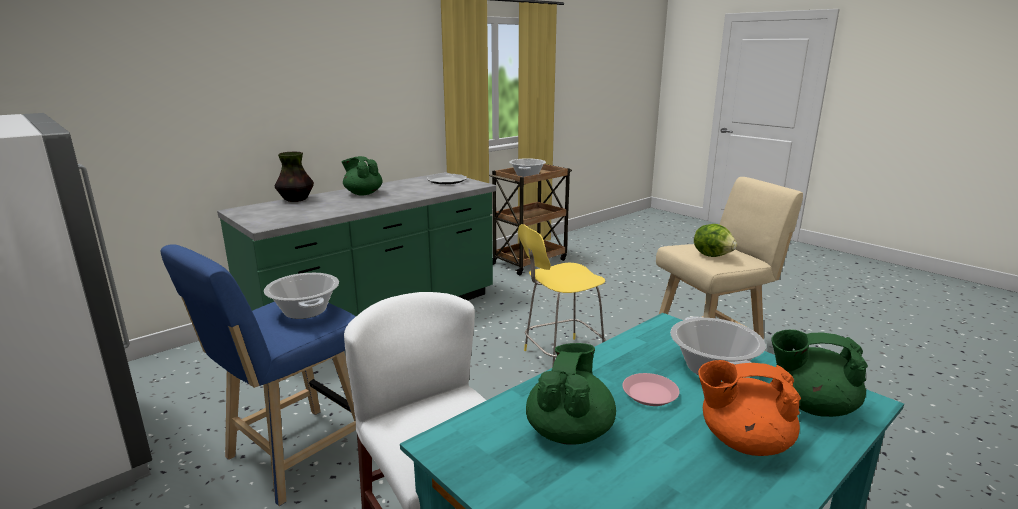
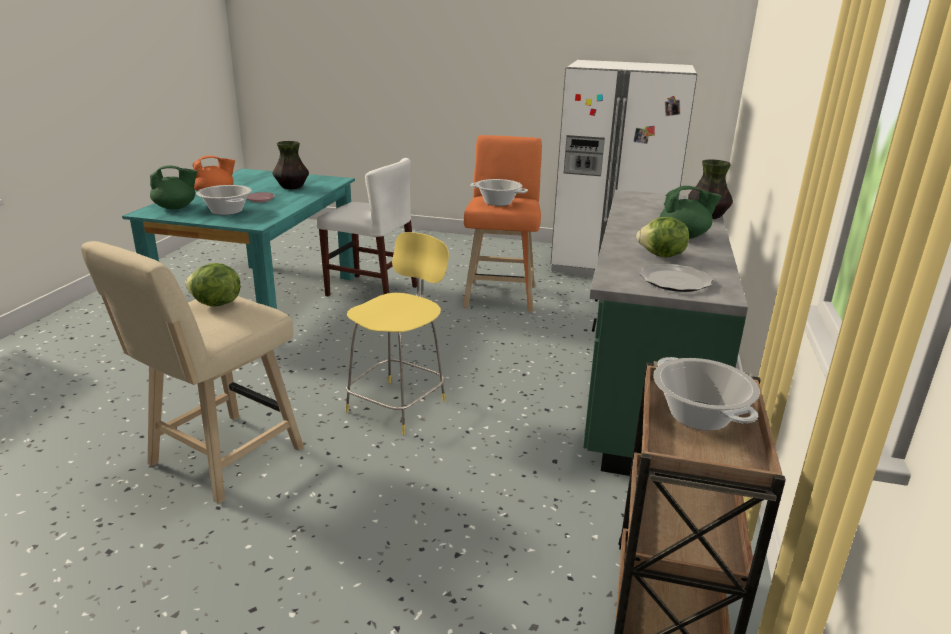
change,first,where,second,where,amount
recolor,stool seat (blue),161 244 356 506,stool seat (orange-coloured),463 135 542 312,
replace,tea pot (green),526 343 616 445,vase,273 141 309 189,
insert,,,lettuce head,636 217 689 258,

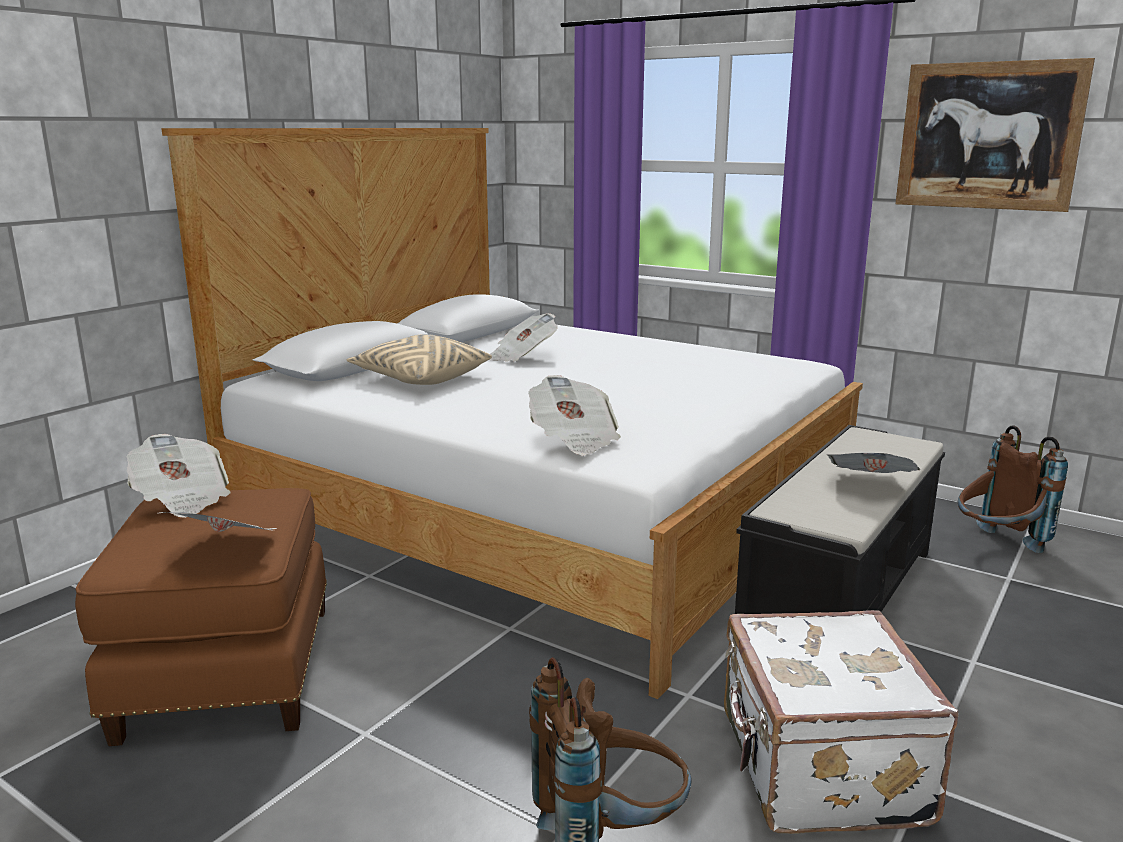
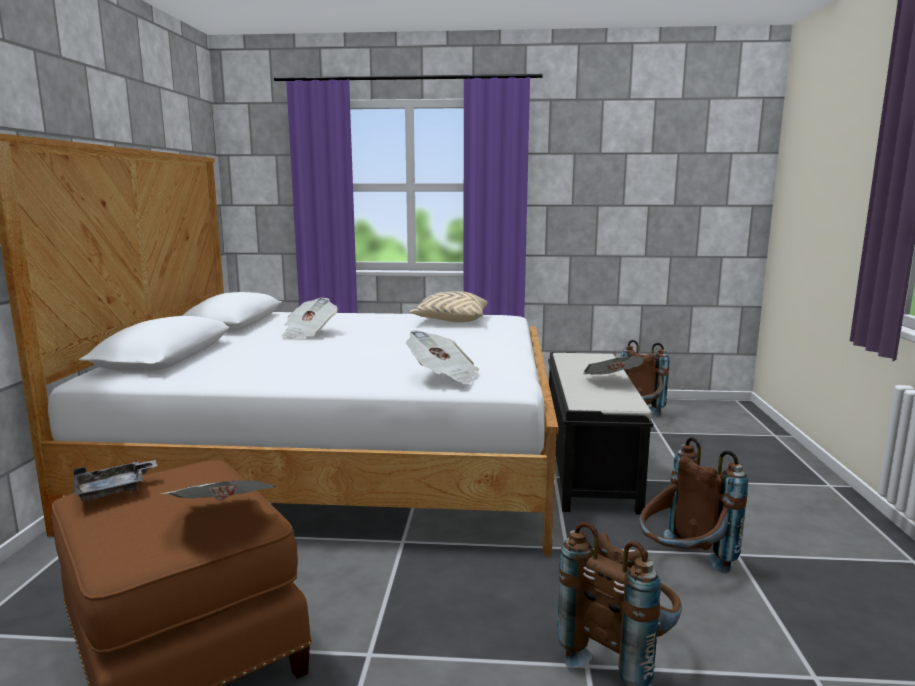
change,first,where,second,where,amount
delete,wall art,896 58 1095 212,,,
move,pillow (sand-coloured),346 334 492 385,,409 291 488 322,
replace,newspaper,127 434 230 518,carrying tray (grey),74 460 157 501,
replace,travel case (whitish),724 610 958 834,knapsack (brown),639 437 748 573,

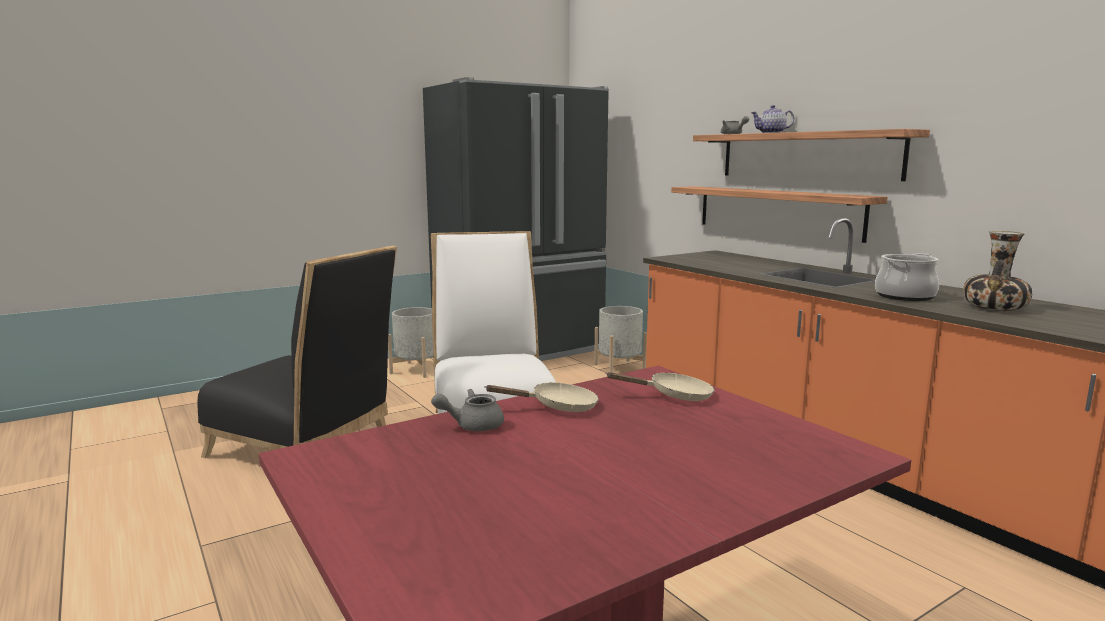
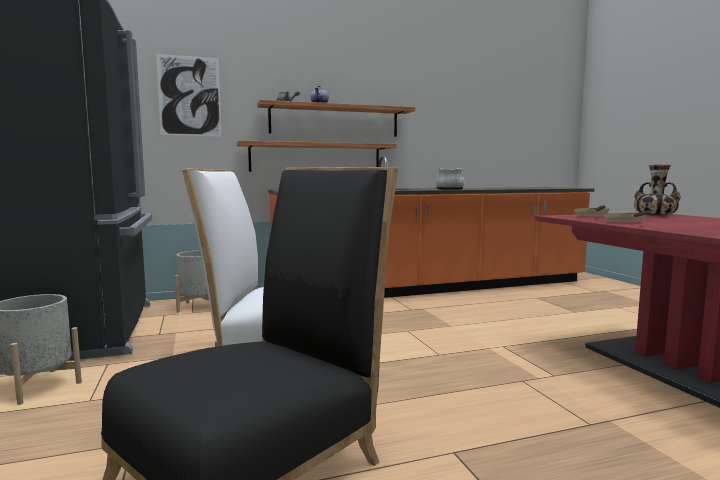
change,first,where,second,where,amount
move,vase,963 231 1032 311,,634 165 681 216,
delete,tea pot (grey),431 389 504 431,,,
insert,,,wall art,156 54 222 137,

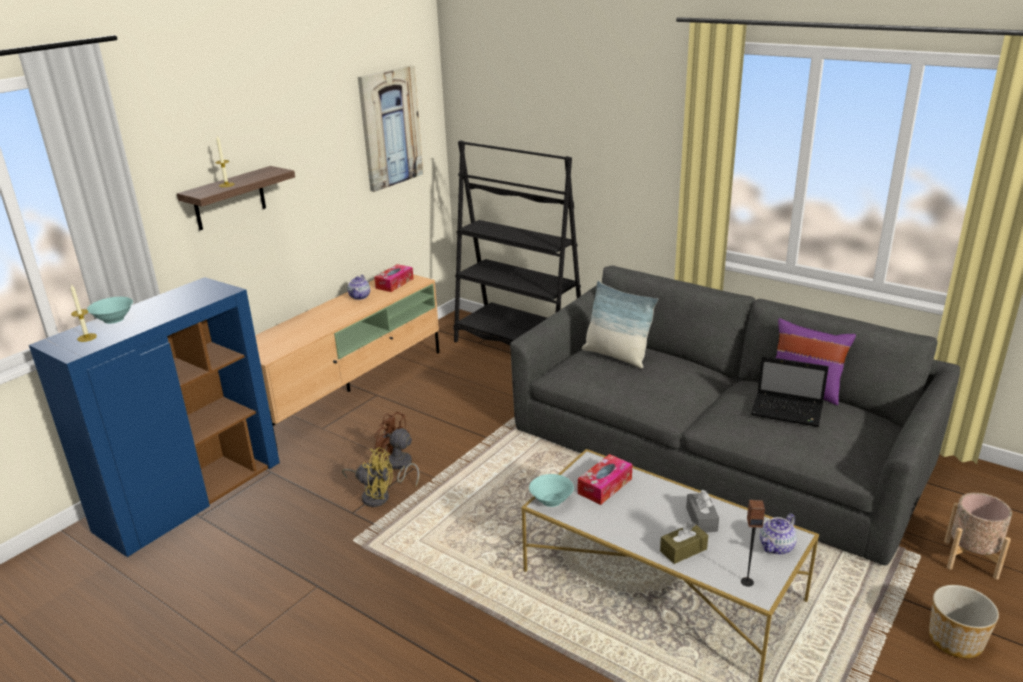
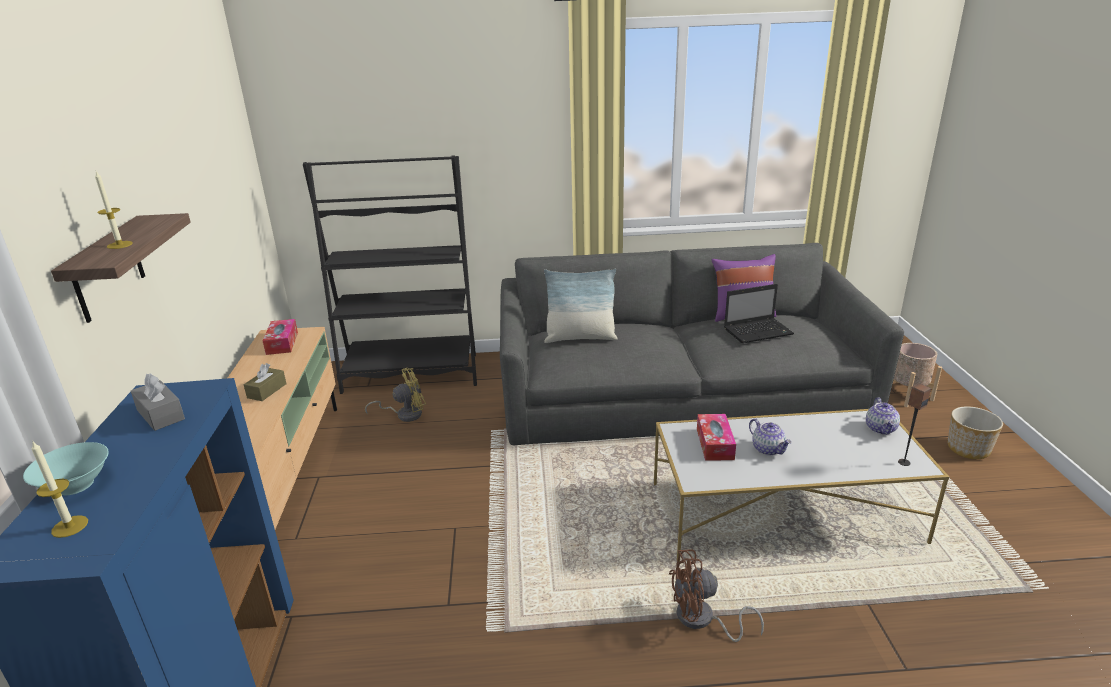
change,first,where,second,where,amount
delete,wall art,358 65 423 192,,,
move,tea pot,348 275 370 300,,749 418 792 455,
move,cooling fan (brown),374 412 419 486,,669 550 764 642,
move,cooling fan (yellowish),342 447 393 507,,365 368 426 422,
delete,bowl (turquoise),529 474 574 507,,,
move,tissue box (grey),686 489 719 533,,131 373 185 431,
move,tissue box (brown),660 522 708 564,,244 363 287 401,

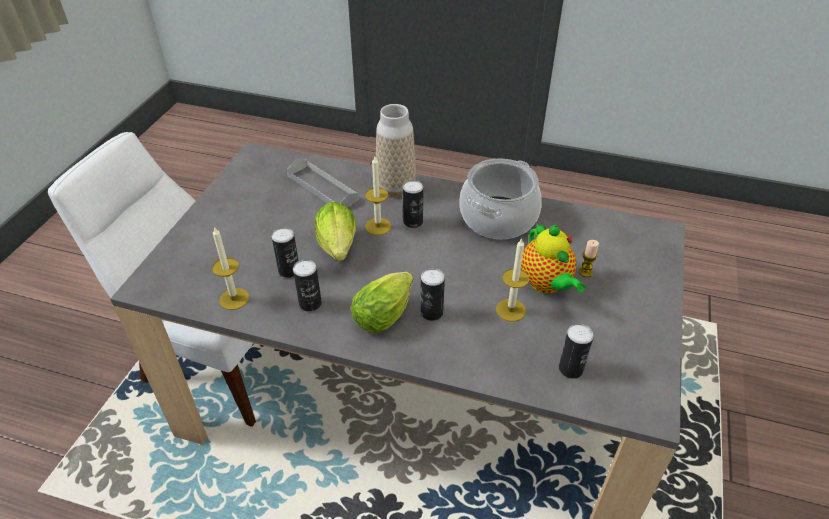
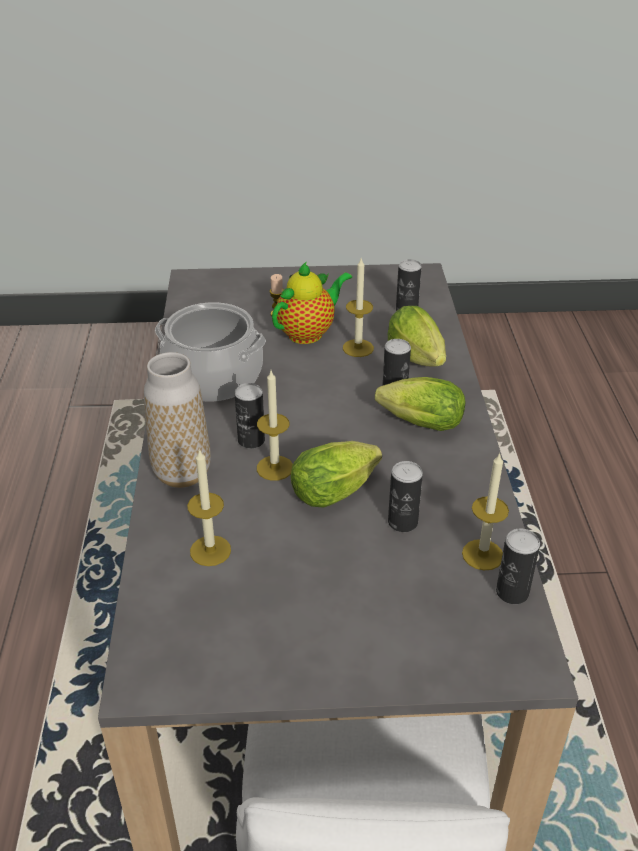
change,first,where,second,where,amount
replace,carrying tray (grey),287 159 359 207,wax candle,187 448 231 566,
move,can,293 259 322 312,,496 529 540 604,
insert,,,lettuce head,388 306 446 367,

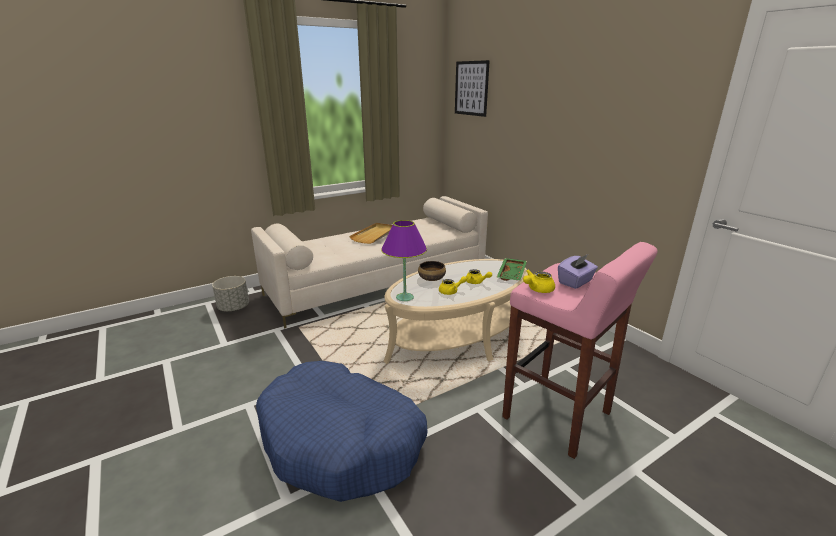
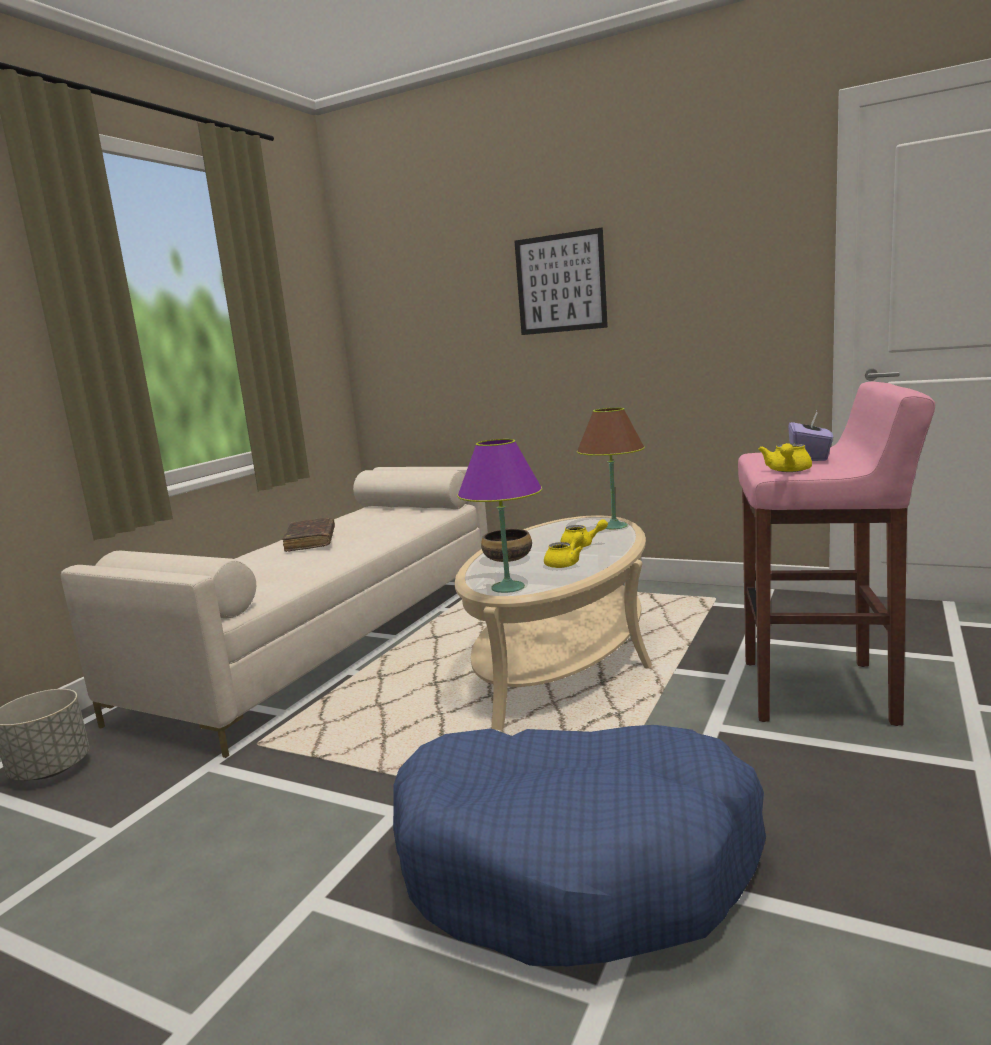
change,first,where,second,where,amount
move,wall art,455 60 490 117,,514 228 608 335,
replace,carrying tray (sand-coloured),349 223 392 244,bound book (brown),282 518 335 552,
replace,carrying tray (green),497 258 527 281,lamp for a table (brown),577 408 645 530,

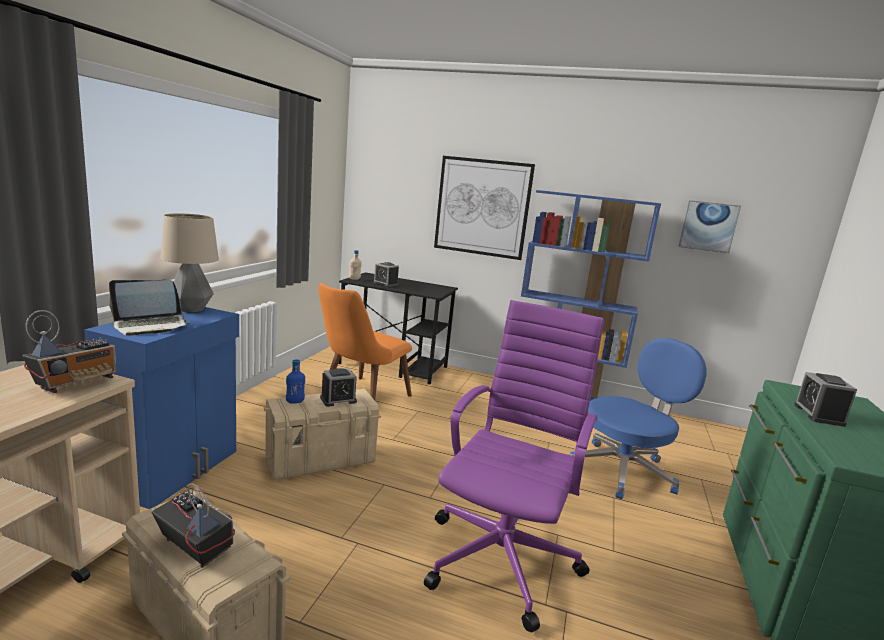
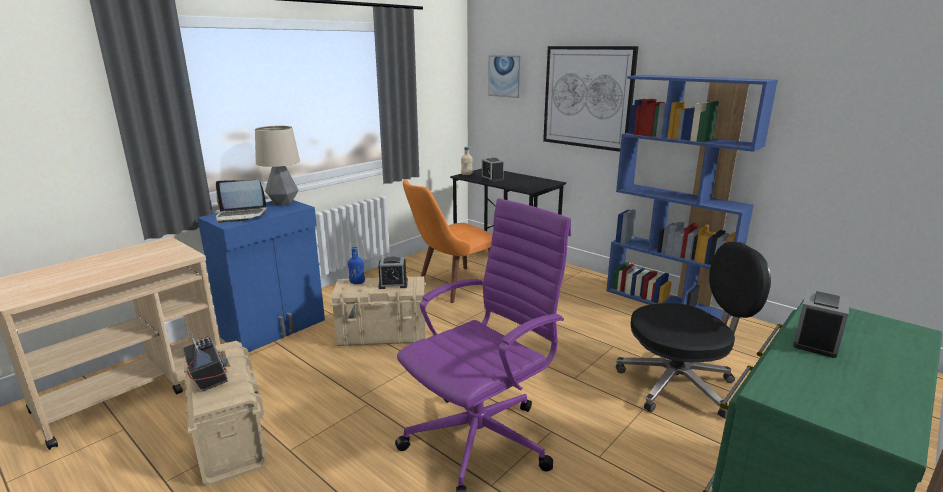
change,first,where,second,where,amount
move,wall art,678 200 741 253,,488 55 522 98,
delete,radio set,22 310 116 393,,,
recolor,desk chair (blue),570 338 707 499,desk chair (blackish),616 242 771 419,

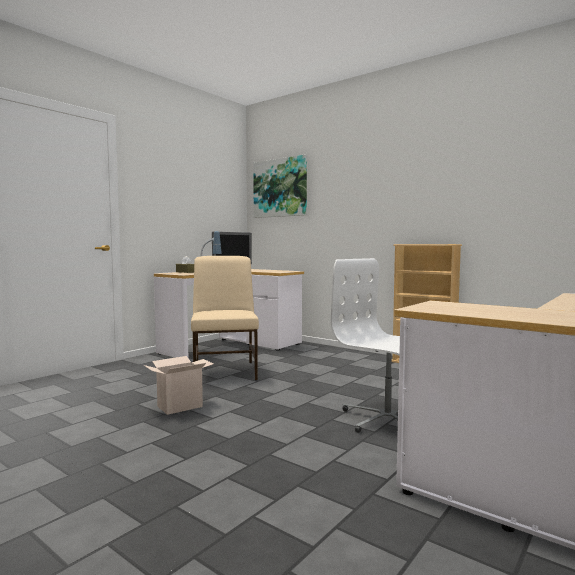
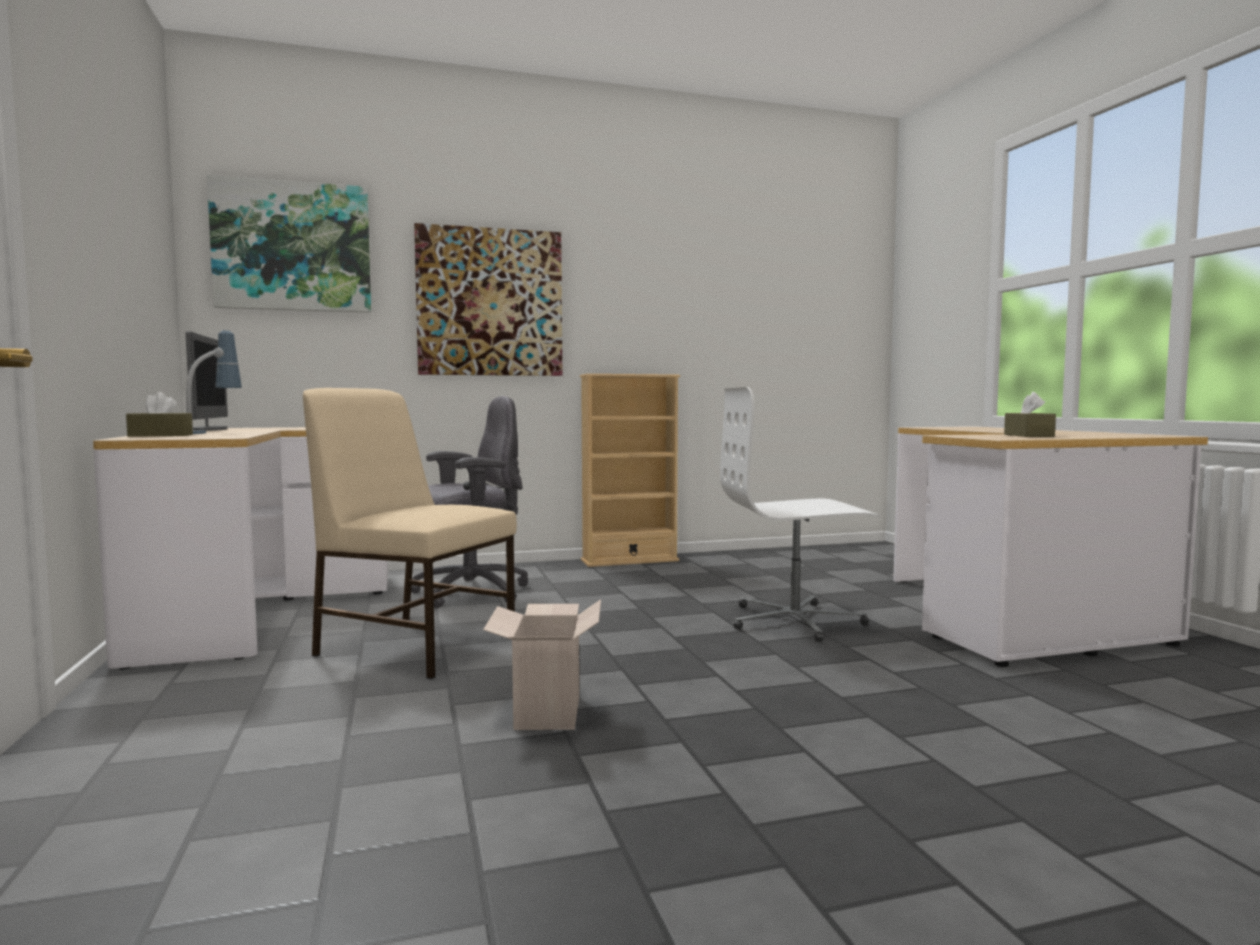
change,first,where,second,where,amount
insert,,,wall art,414 223 562 376,
insert,,,tissue box (brown),1004 392 1056 437,
insert,,,desk chair (grey),411 396 528 608,

